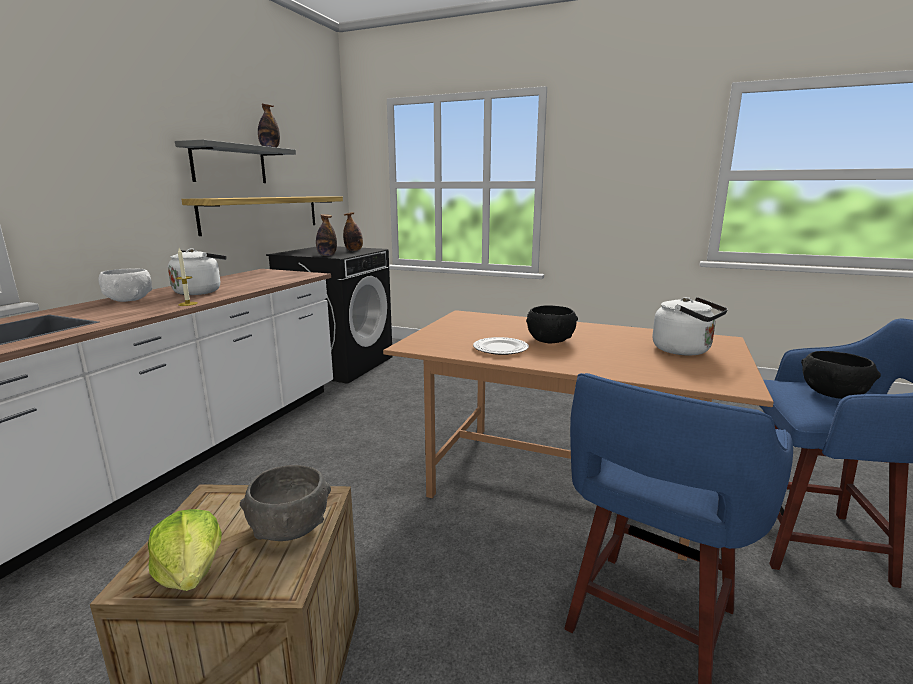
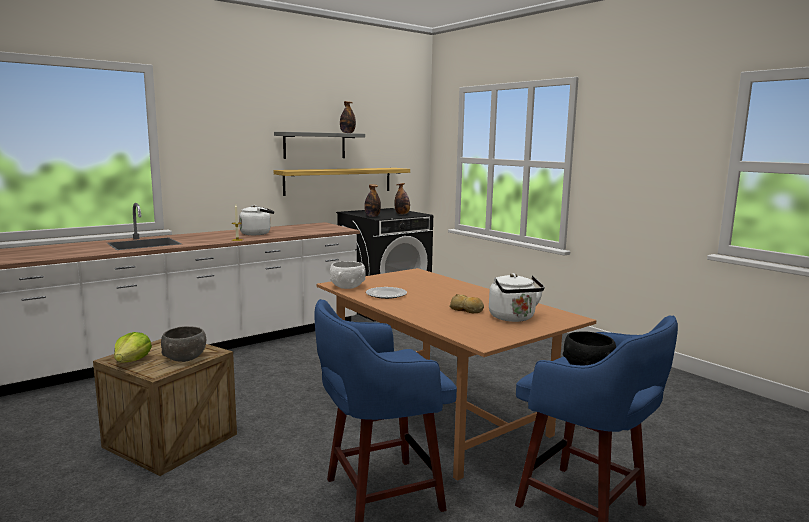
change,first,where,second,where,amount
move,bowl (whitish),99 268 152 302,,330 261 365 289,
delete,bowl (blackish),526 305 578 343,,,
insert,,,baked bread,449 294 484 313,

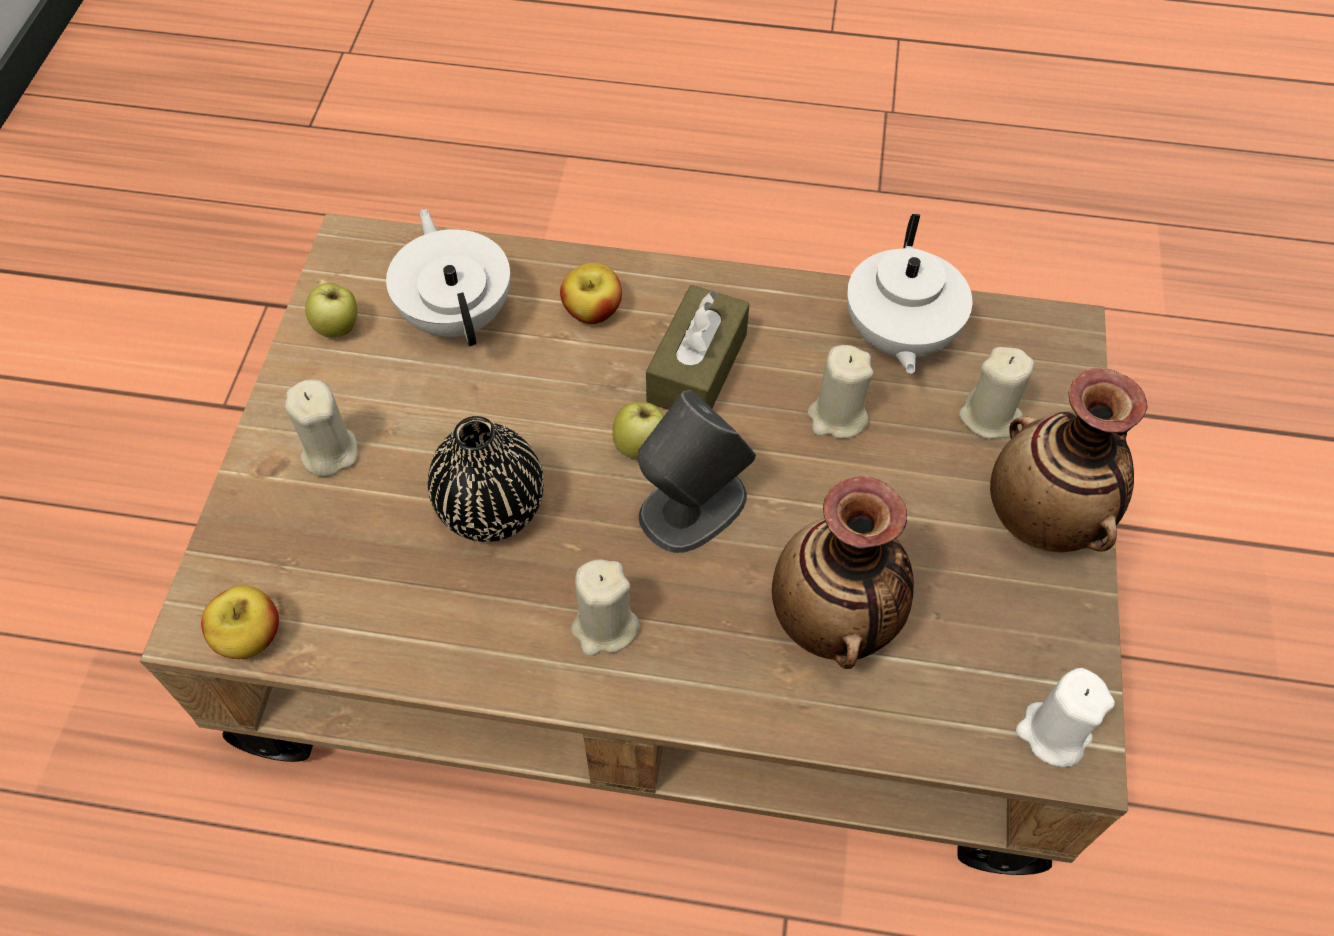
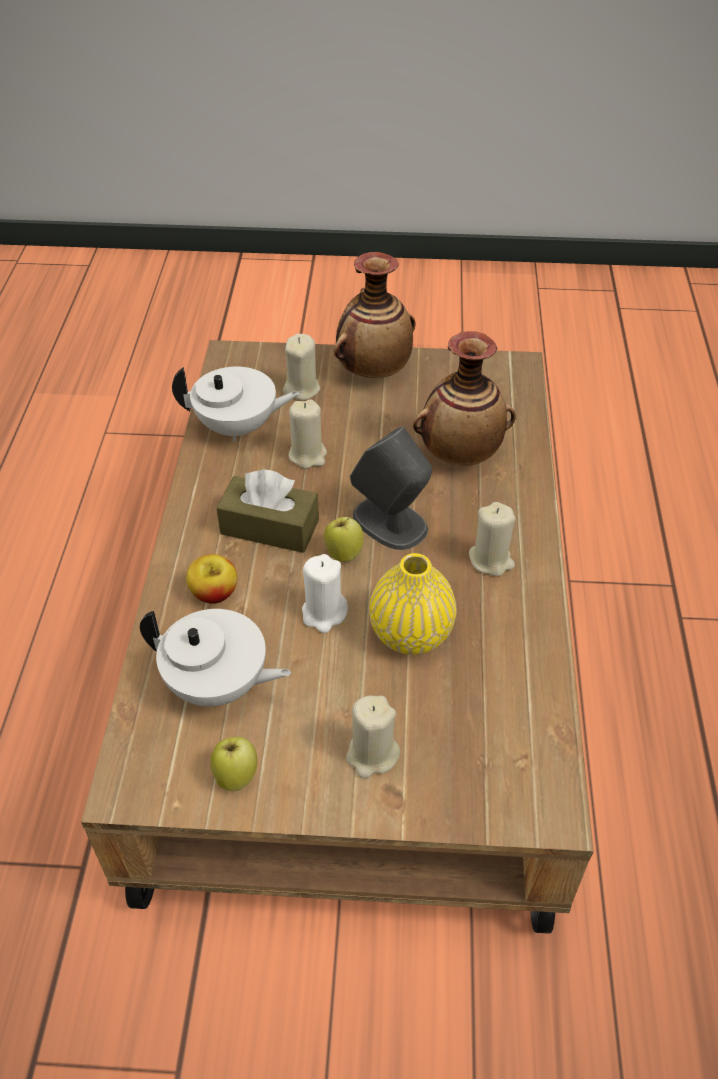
change,first,where,second,where,amount
rotate,tea pot (whitish),386 209 510 346,,140 609 291 707,135 degrees counterclockwise
recolor,vase (blackish),428 416 544 542,vase (yellowish),369 553 457 655,
delete,apple,201 586 279 659,,,
move,wax candle (whitish),1016 668 1115 767,,302 554 348 633,

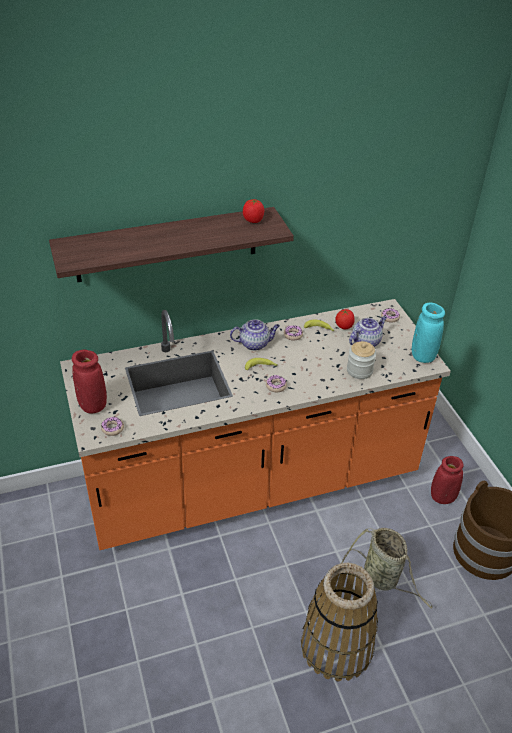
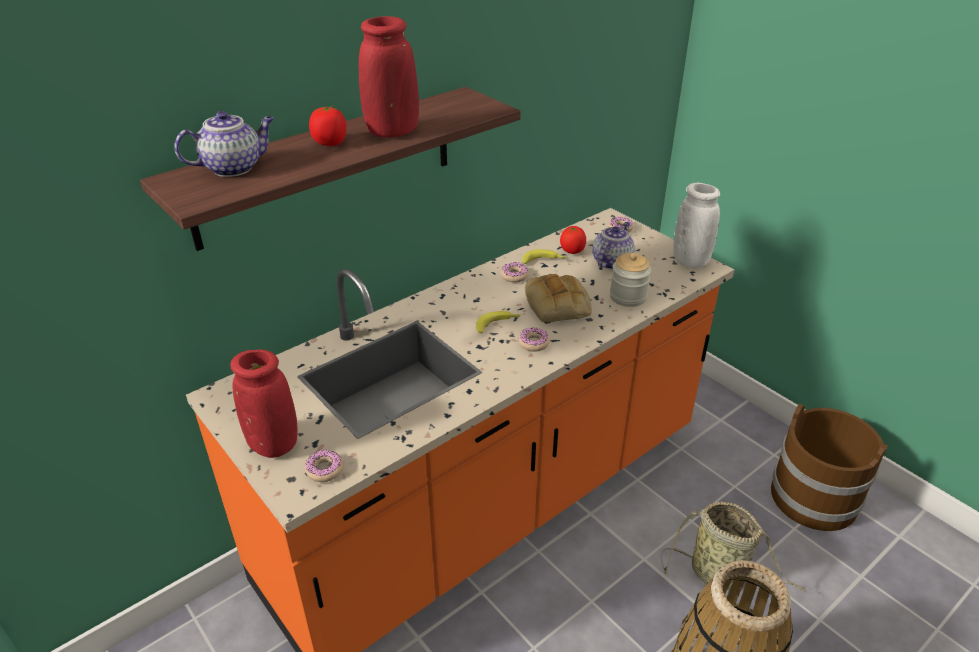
change,first,where,second,where,amount
move,fresh tomato,243 199 264 223,,309 105 346 146,
recolor,vase (turquoise),412 302 445 363,vase (whitish),673 183 720 268,
move,tea pot,230 319 280 351,,174 111 274 177,
move,vase (reddish),431 456 464 504,,359 16 419 138,
insert,,,baked bread,525 274 592 322,

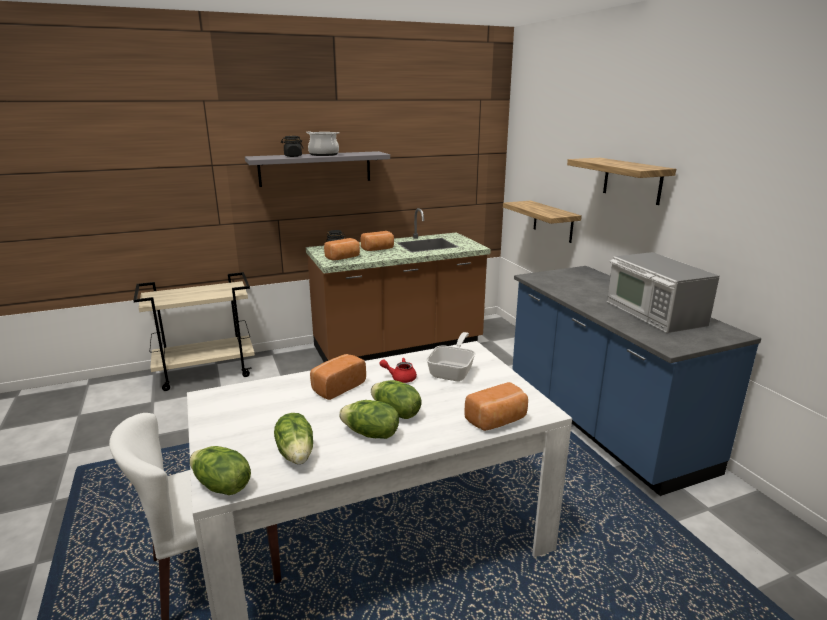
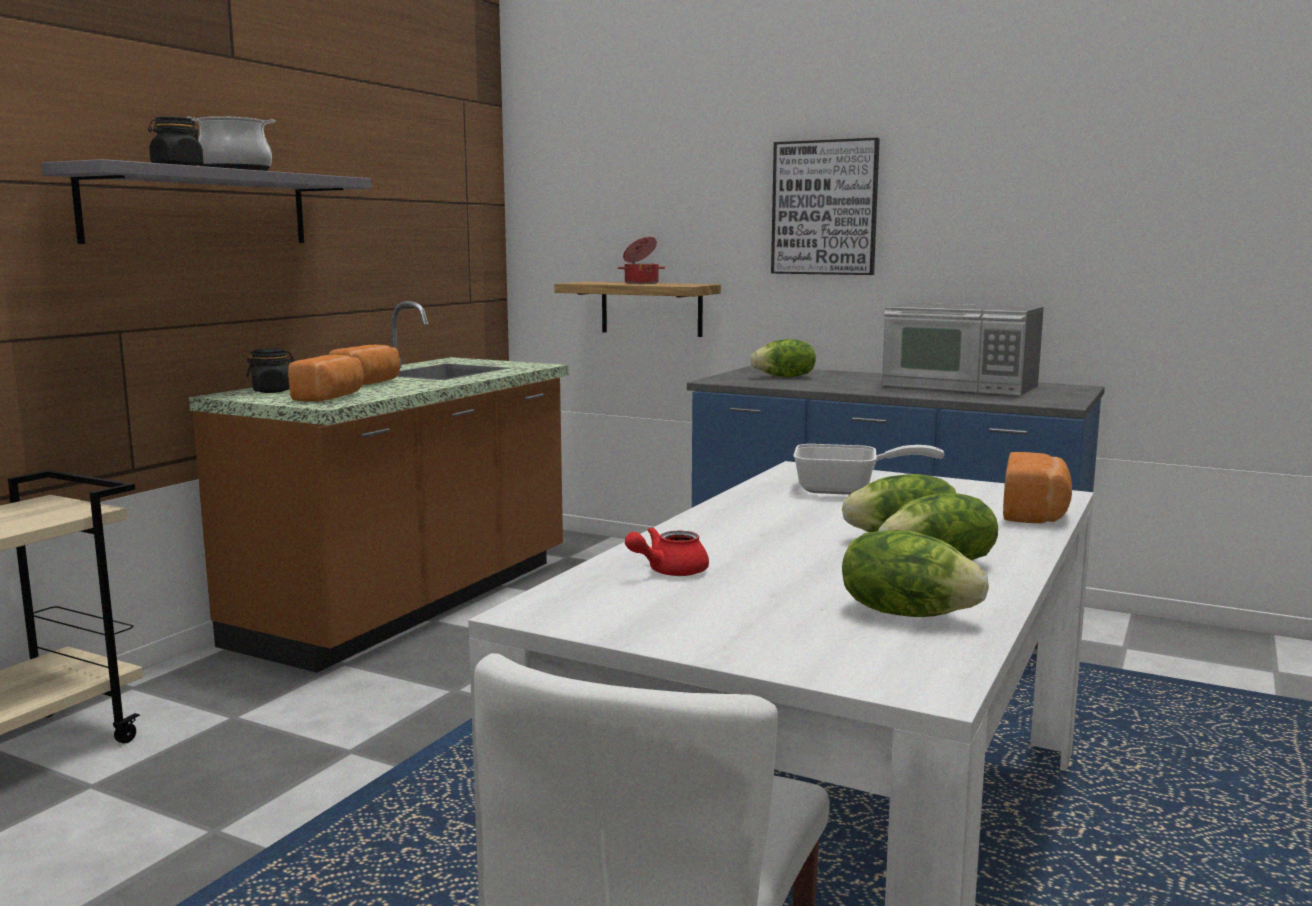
change,first,where,second,where,amount
replace,shelf,567 158 676 205,wall art,771 138 880 275,
rotate,pan,426 332 475 381,,793 444 944 495,120 degrees clockwise
delete,baked bread,310 354 366 400,,,
move,tea pot (reddish),379 358 417 383,,625 527 709 576,
move,lettuce head,190 446 251 495,,751 339 816 377,
insert,,,cooking pot,618 237 665 284,

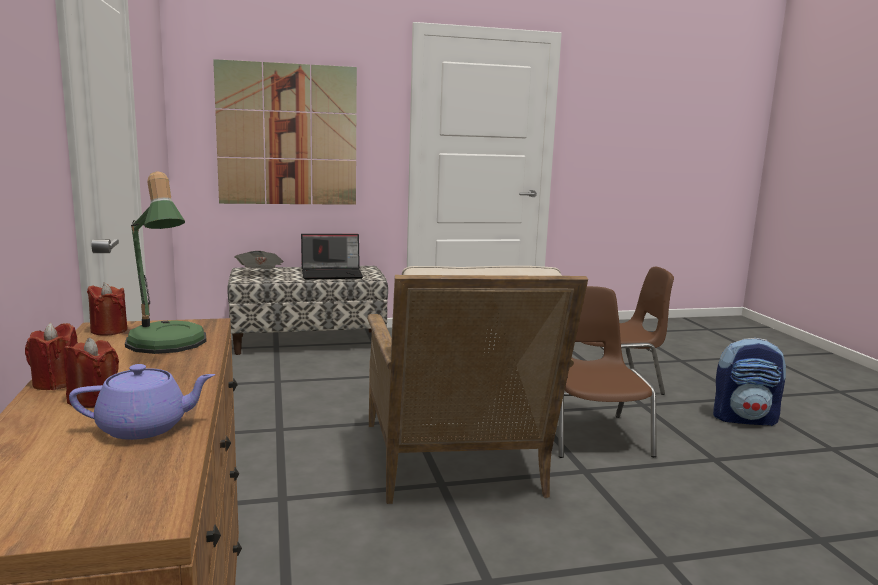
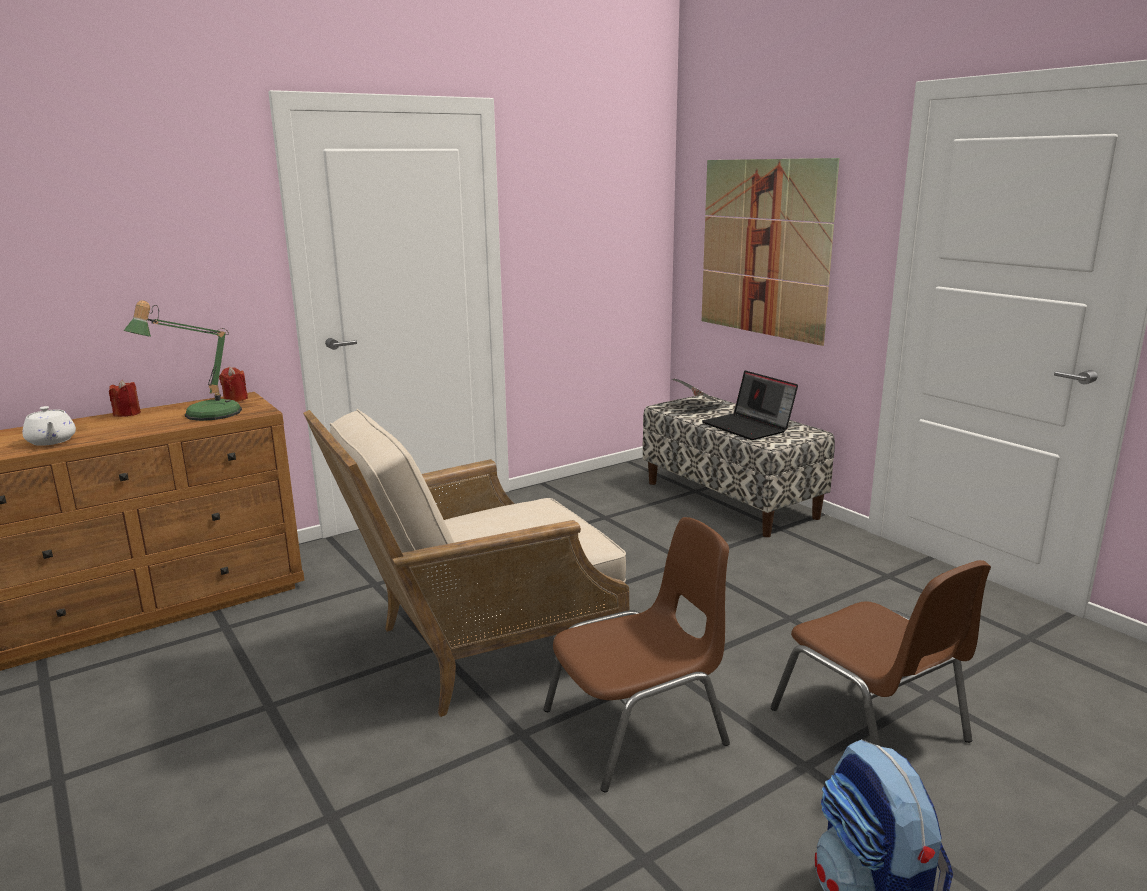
change,first,where,second,where,amount
delete,wax candle (reddish),64 337 119 408,,,
recolor,tea pot (purplish),69 364 215 440,tea pot (whitish),23 406 76 446,

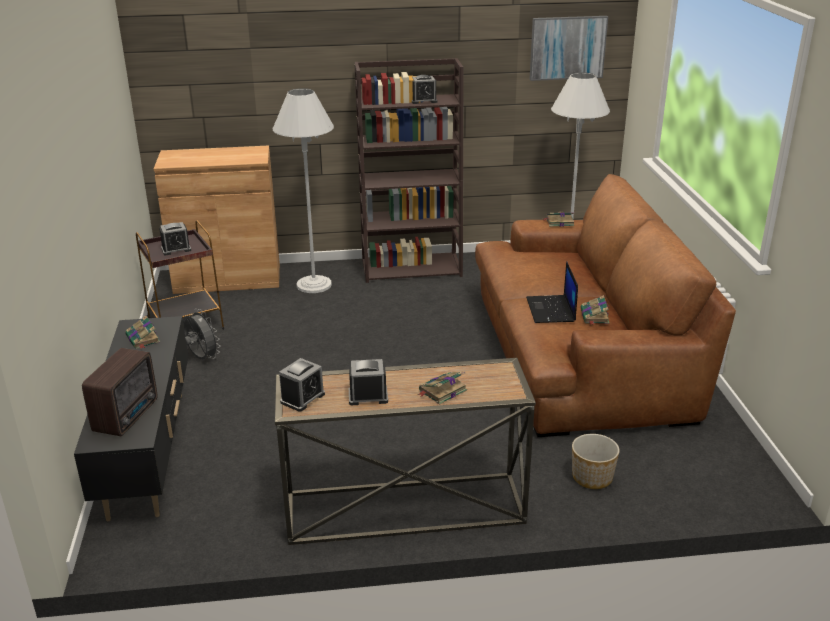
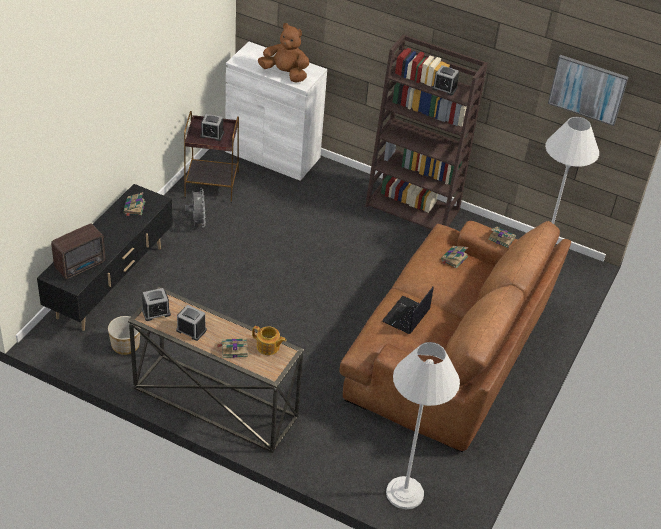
change,first,where,second,where,amount
move,floor lamp (whitish),272 88 334 293,,386 342 460 509,
recolor,storage cabinet (brown),154 146 280 294,storage cabinet (whitish),225 42 327 181,
move,bound book,581 295 609 325,,441 246 468 269,
move,flower pot,572 434 620 489,,108 316 141 355,
insert,,,plush toy (brown),258 23 309 83,
insert,,,tea pot,252 326 286 355,

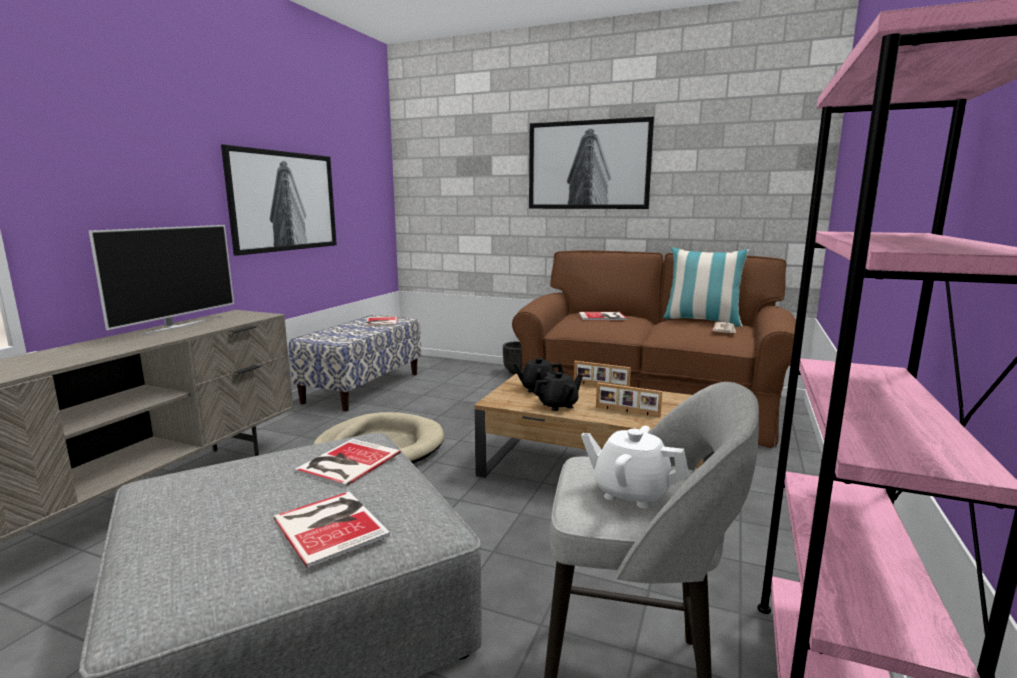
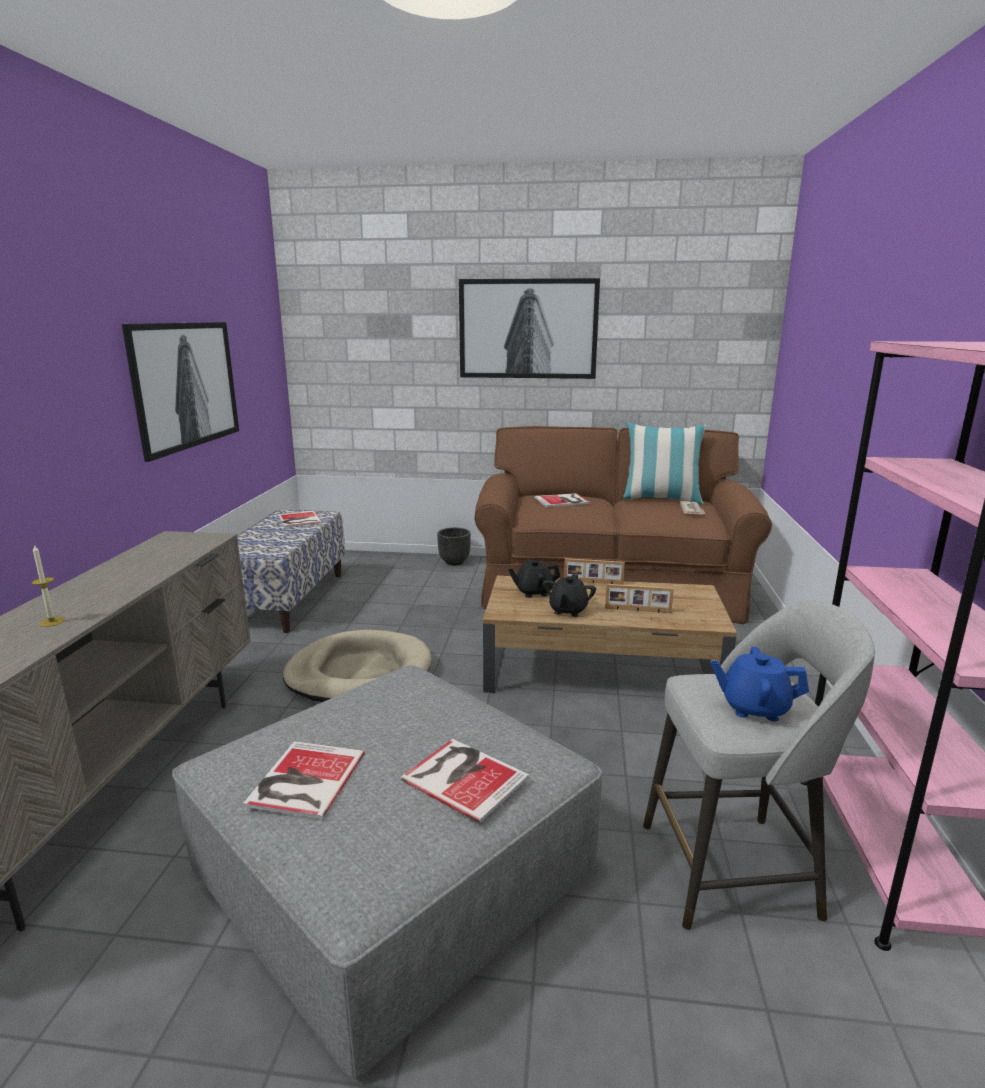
change,first,where,second,where,amount
delete,television,89 225 234 335,,,
rotate,tea pot (blackish),533 372 583 411,,543 574 596 617,150 degrees clockwise
recolor,tea pot (whitish),581 426 689 509,tea pot (blue),710 647 809 721,
move,bound book,295 439 401 487,,243 741 365 819,
insert,,,wax candle,31 544 65 627,

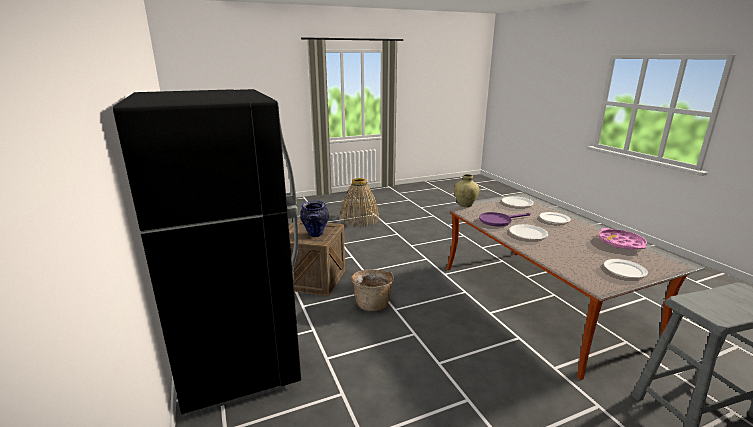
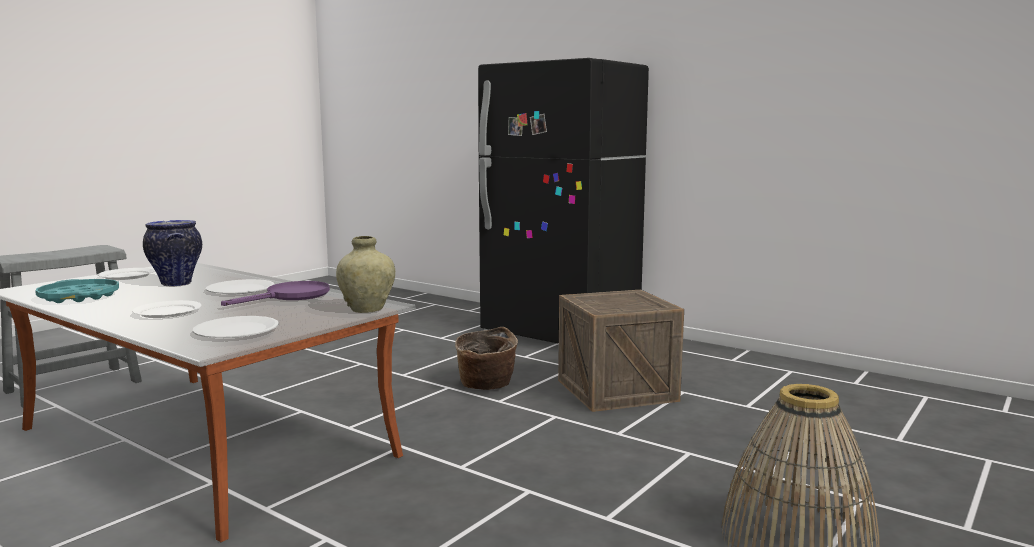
change,first,where,second,where,amount
move,vase,300 201 329 237,,143 220 202 286,
recolor,carrying tray (pink-coloured),599 228 647 250,carrying tray (turquoise),35 279 119 303,

